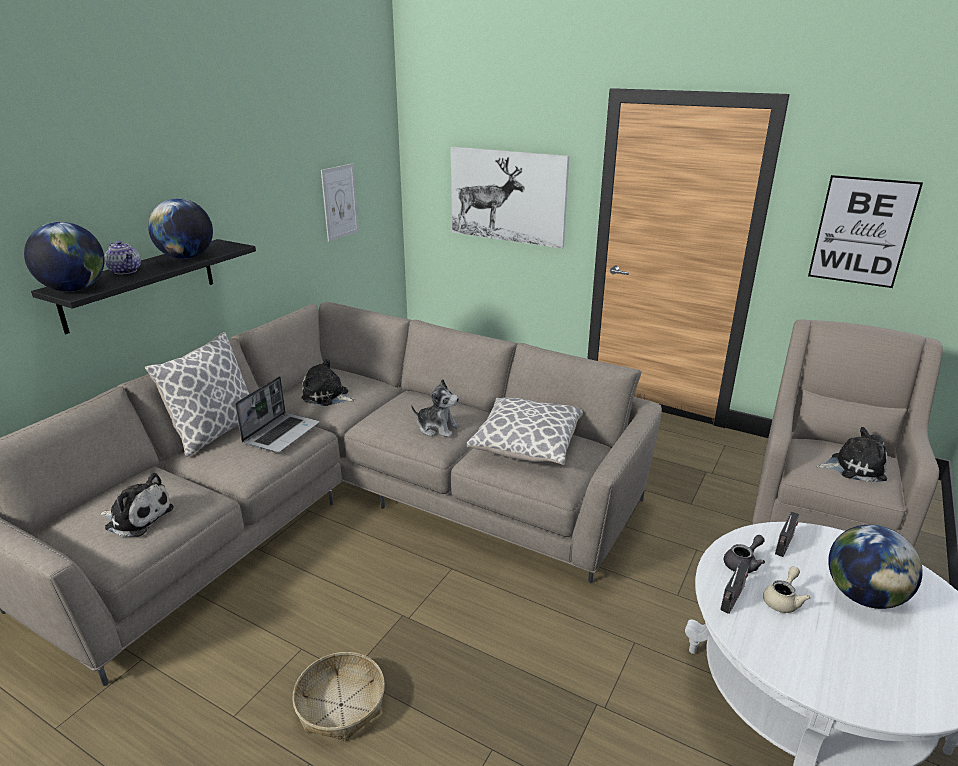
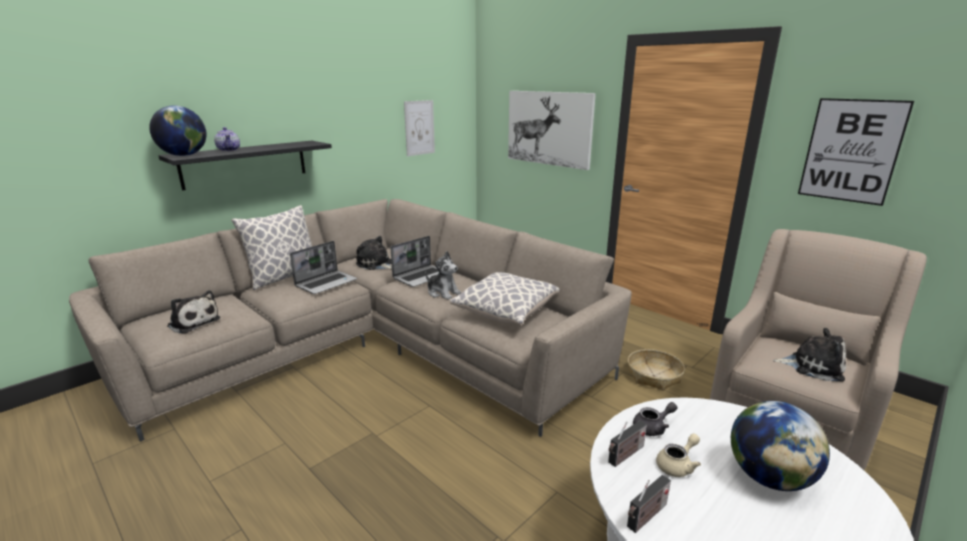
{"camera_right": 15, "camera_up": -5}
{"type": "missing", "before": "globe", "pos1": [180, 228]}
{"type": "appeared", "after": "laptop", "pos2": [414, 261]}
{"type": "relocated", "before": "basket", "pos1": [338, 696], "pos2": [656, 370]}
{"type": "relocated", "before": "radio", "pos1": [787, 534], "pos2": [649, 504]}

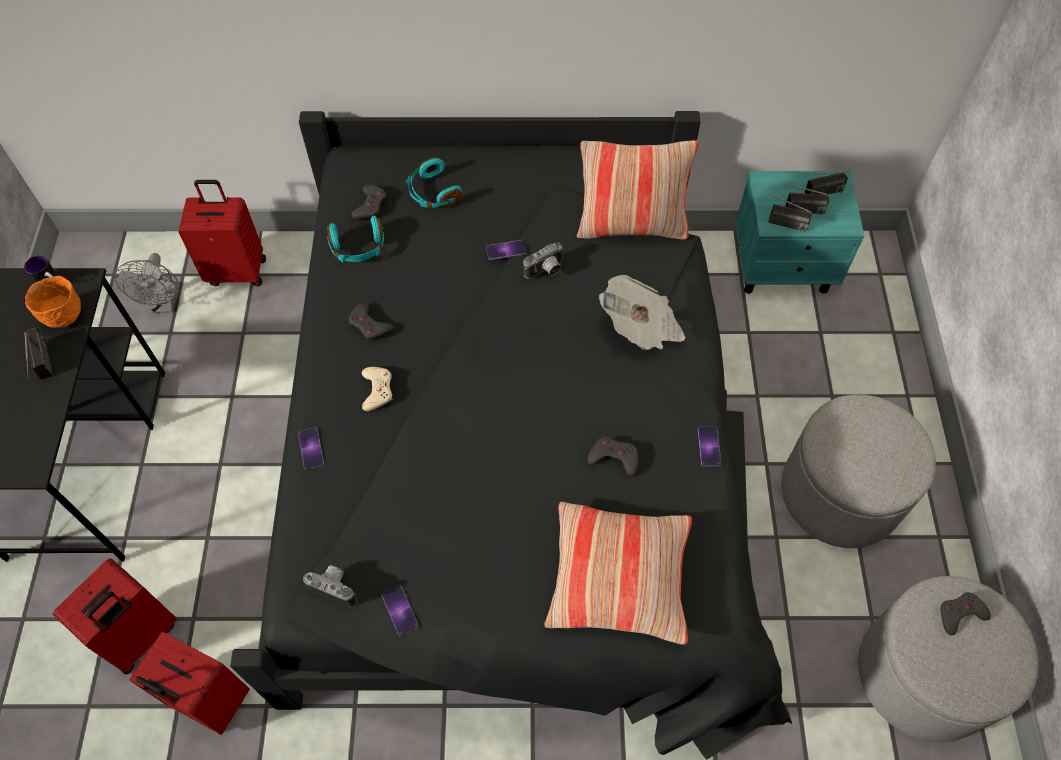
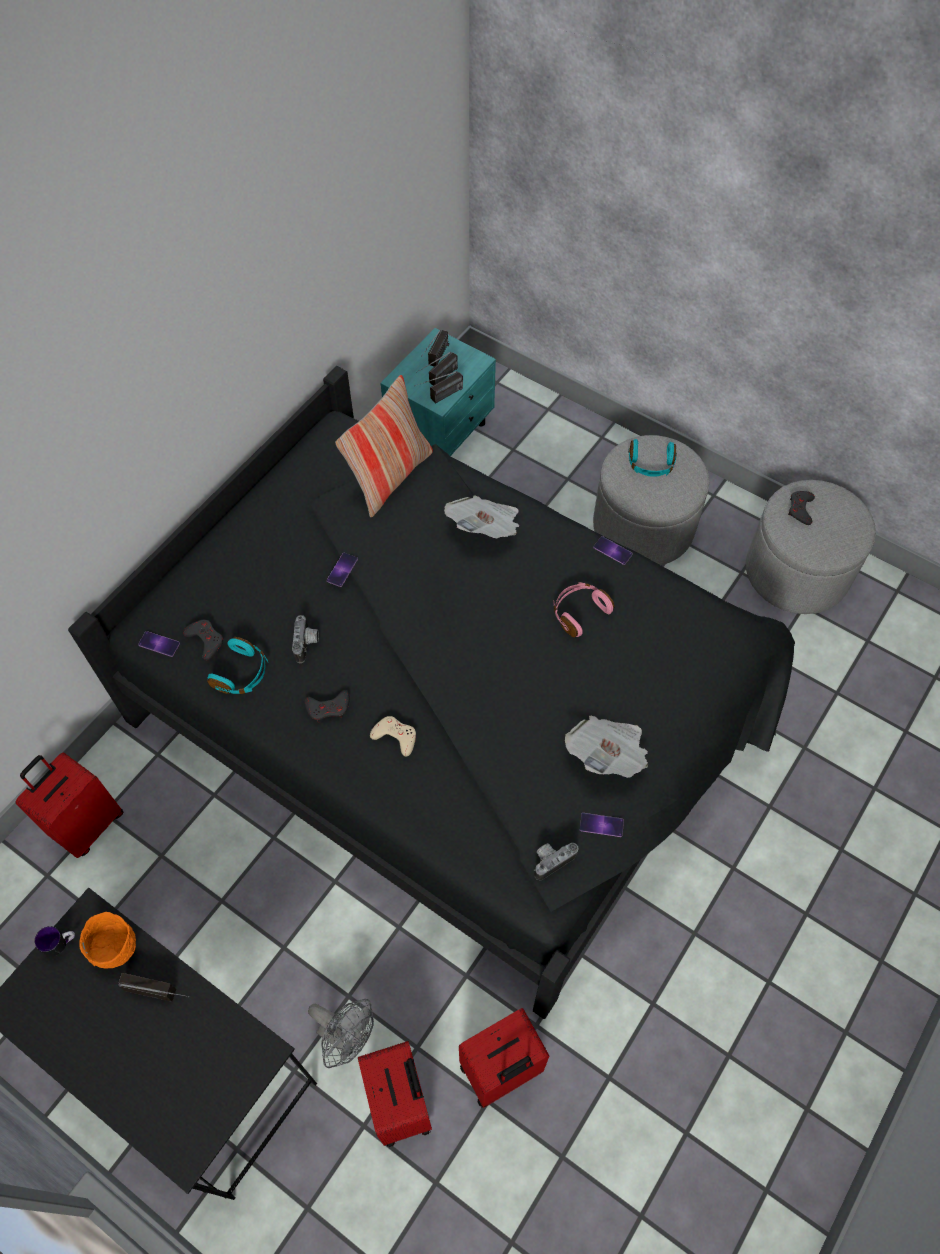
{"camera_right": -55, "camera_up": 0}
{"type": "missing", "before": "pillow", "pos1": [618, 573]}
{"type": "appeared", "after": "newspaper", "pos2": [606, 746]}
{"type": "relocated", "before": "fan (grey)", "pos1": [147, 283], "pos2": [341, 1033]}
{"type": "relocated", "before": "phone", "pos1": [311, 448], "pos2": [159, 644]}
{"type": "relocated", "before": "headphones (turquoise)", "pos1": [434, 182], "pos2": [652, 458]}
{"type": "relocated", "before": "photo camera", "pos1": [543, 261], "pos2": [305, 639]}
{"type": "exchanged", "before": "game controller (grey)", "after": "headphones (pink)", "pos1": [613, 456], "pos2": [584, 609]}

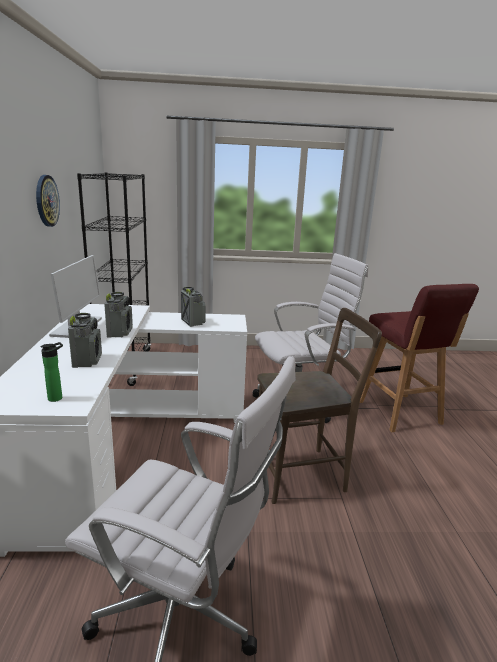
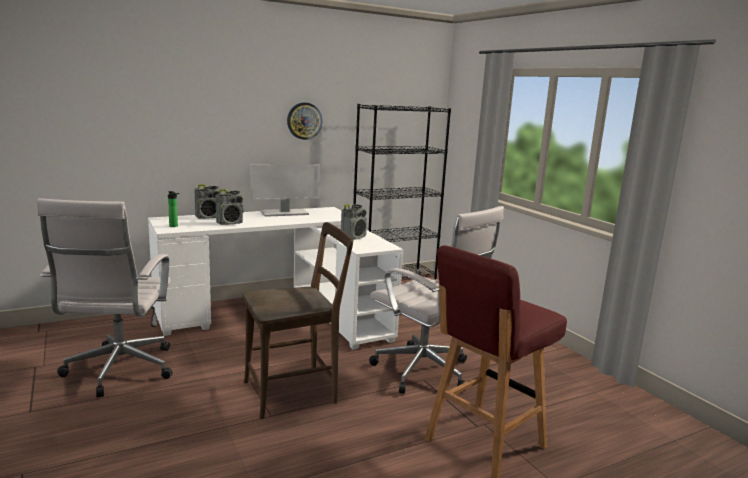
{"camera_right": 65, "camera_up": -5}
{"type": "relocated", "before": "radio", "pos1": [118, 314], "pos2": [206, 201]}
{"type": "spun", "before": "chair (brown)", "pos1": [319, 406], "pos2": [297, 320], "turn": -75}

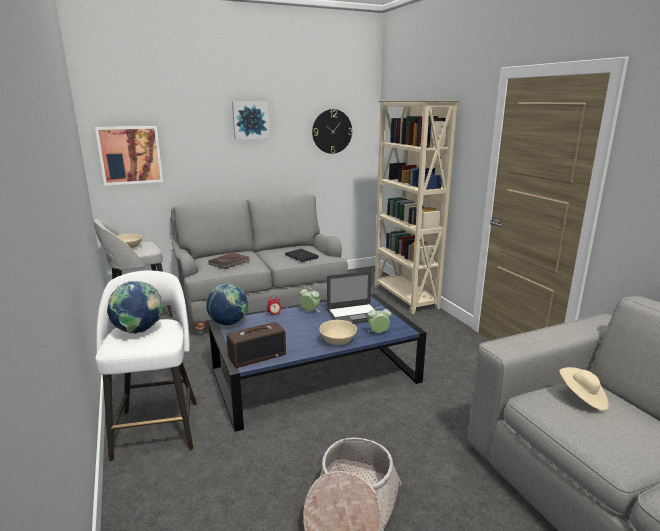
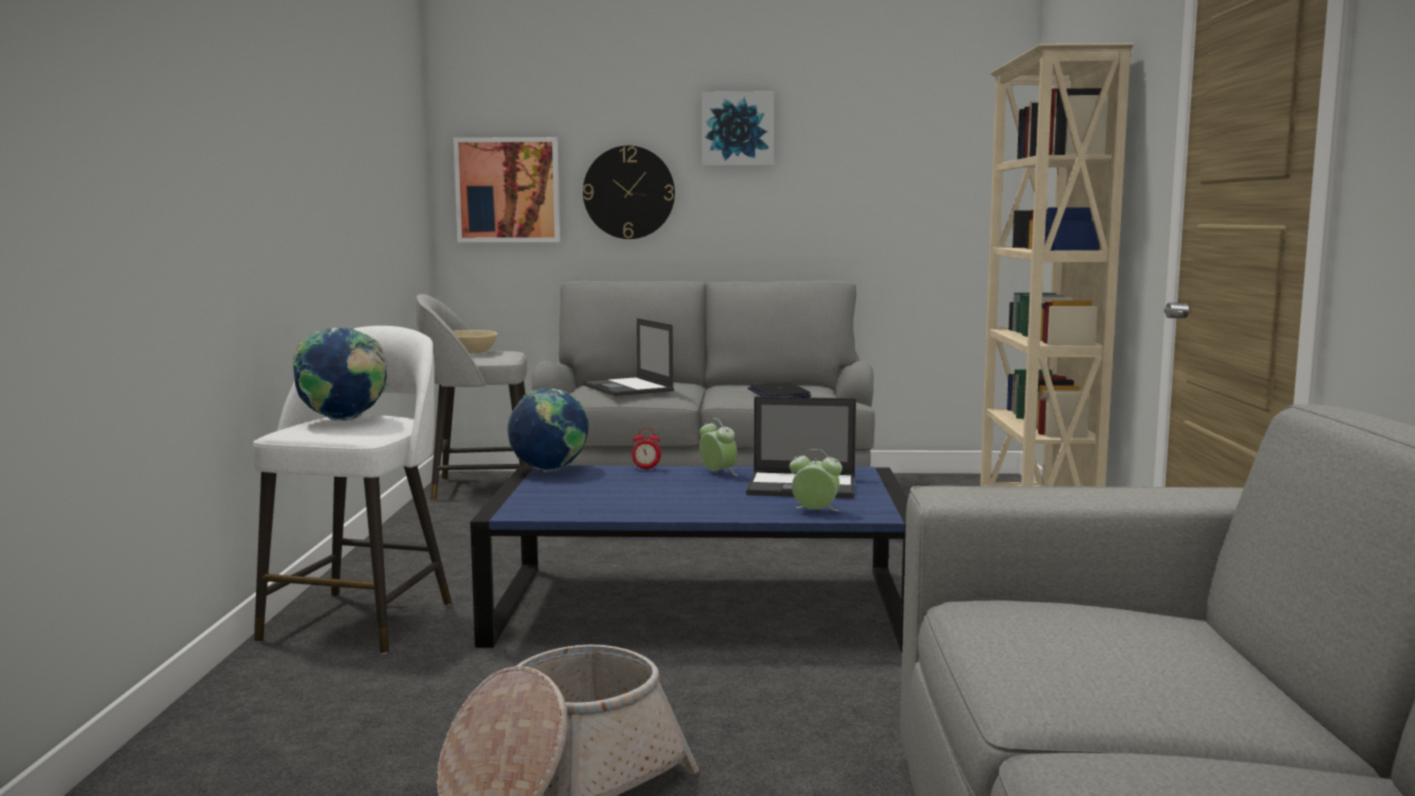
{"camera_right": 25, "camera_up": -10}
{"type": "missing", "before": "radio", "pos1": [256, 345]}
{"type": "missing", "before": "bowl (beige)", "pos1": [338, 332]}
{"type": "missing", "before": "hat (beige)", "pos1": [584, 389]}
{"type": "relocated", "before": "wall clock", "pos1": [332, 131], "pos2": [629, 192]}
{"type": "exchanged", "before": "book (brown)", "after": "laptop", "pos1": [229, 260], "pos2": [628, 357]}

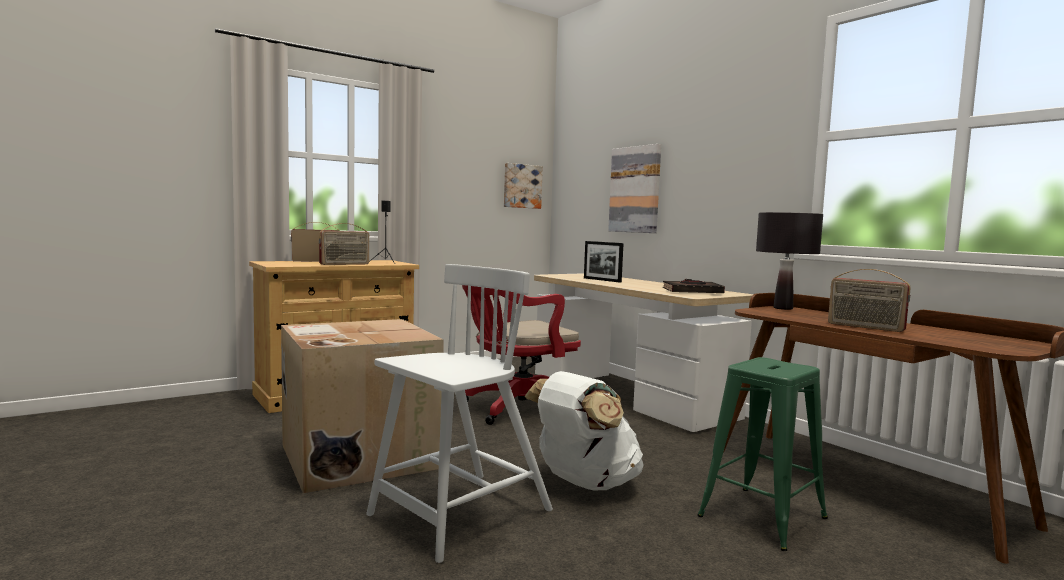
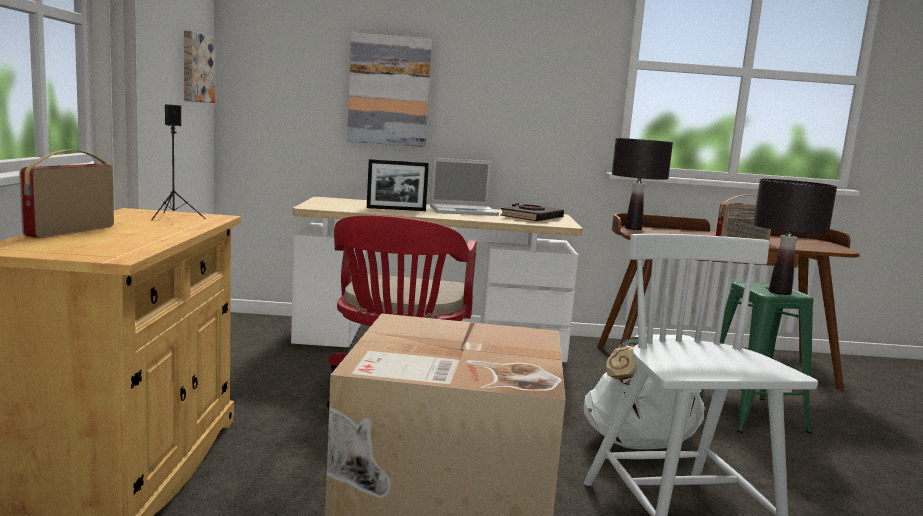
{"camera_right": -55, "camera_up": 5}
{"type": "missing", "before": "radio", "pos1": [344, 244]}
{"type": "appeared", "after": "laptop", "pos2": [464, 187]}
{"type": "appeared", "after": "table lamp (black)", "pos2": [795, 237]}

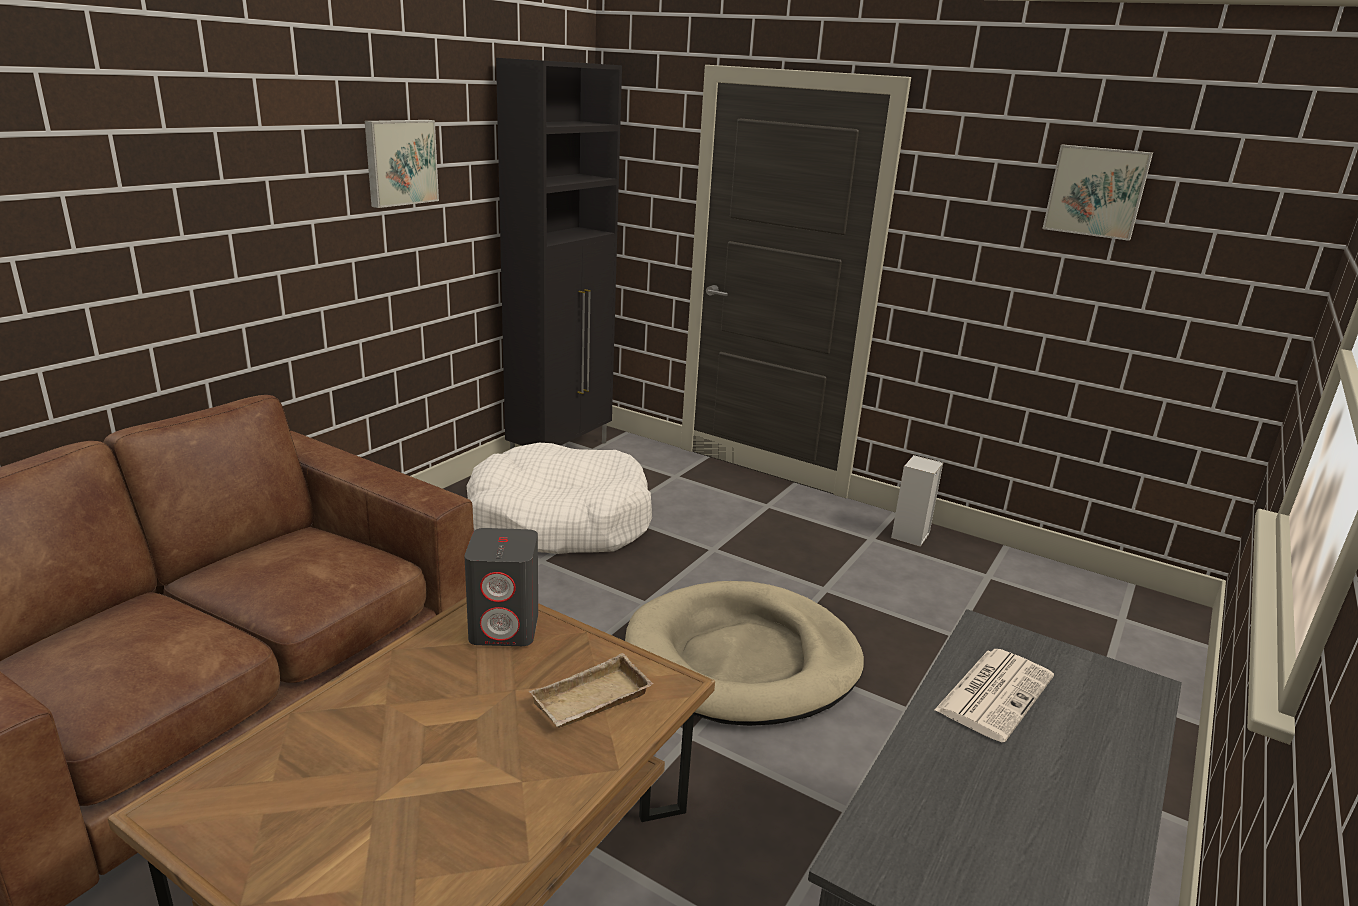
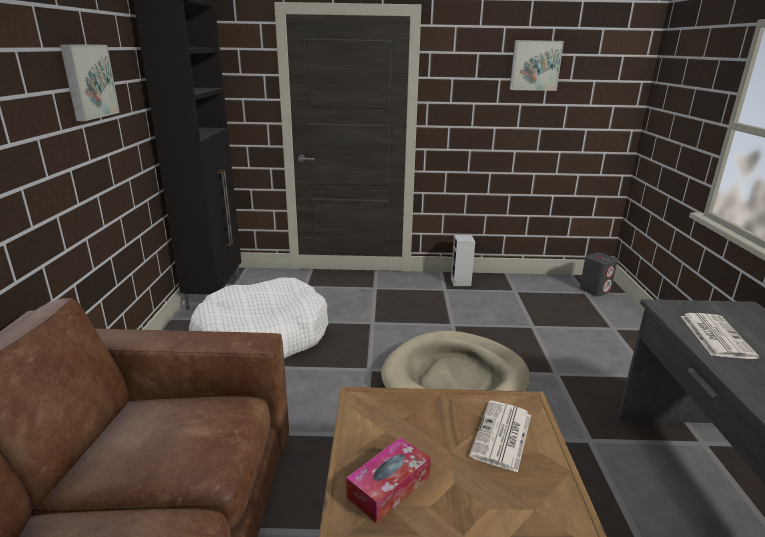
{"camera_right": -30, "camera_up": 0}
{"type": "appeared", "after": "tissue box", "pos2": [388, 480]}
{"type": "relocated", "before": "speaker (grey)", "pos1": [501, 587], "pos2": [598, 274]}
{"type": "exchanged", "before": "tray (beige)", "after": "newspaper", "pos1": [591, 690], "pos2": [500, 437]}

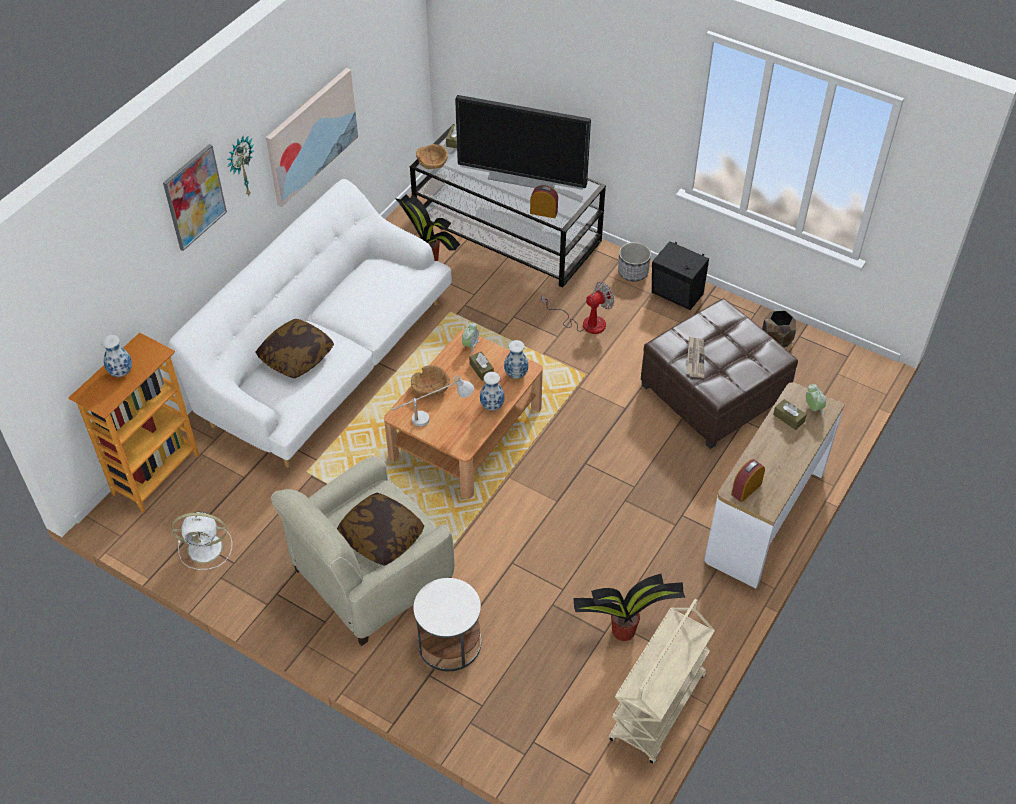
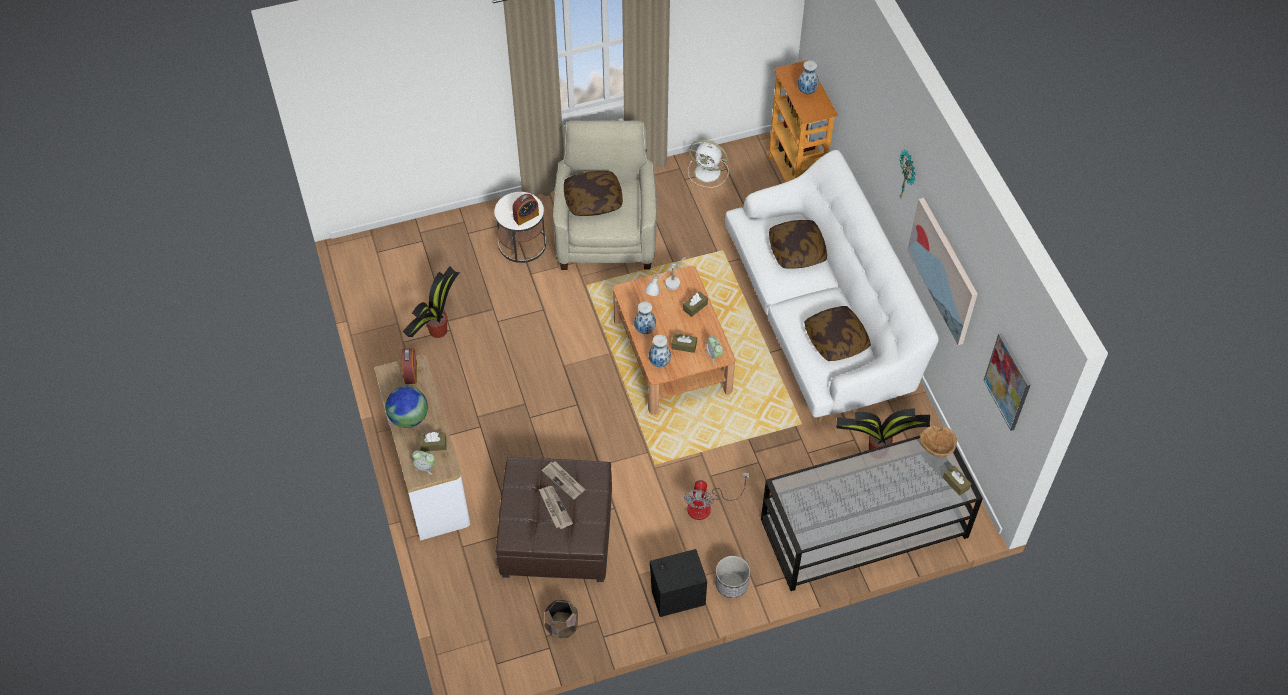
{"camera_right": 130, "camera_up": 5}
{"type": "missing", "before": "television", "pos1": [523, 142]}
{"type": "missing", "before": "cart (beige)", "pos1": [662, 681]}
{"type": "appeared", "after": "globe", "pos2": [406, 407]}
{"type": "appeared", "after": "newspaper", "pos2": [556, 507]}
{"type": "appeared", "after": "pillow", "pos2": [837, 333]}
{"type": "relocated", "before": "picture", "pos1": [195, 197], "pos2": [1007, 382]}
{"type": "relocated", "before": "alarm clock", "pos1": [544, 201], "pos2": [525, 209]}
{"type": "exchanged", "before": "bowl (brown)", "after": "tissue box (brown)", "pos1": [430, 381], "pos2": [695, 304]}
{"type": "spun", "before": "fan (white)", "pos1": [202, 540], "pos2": [708, 164], "turn": -105}

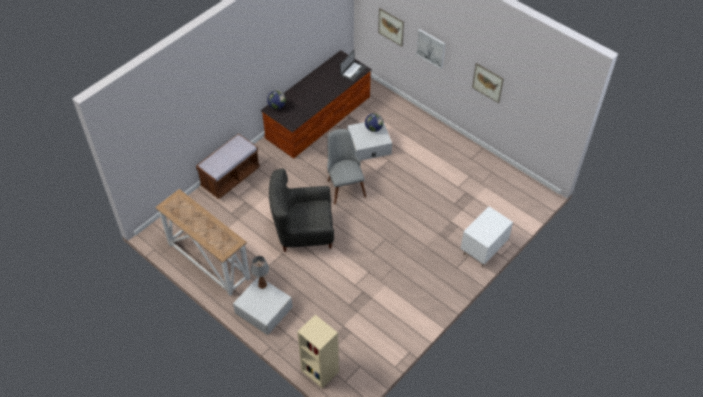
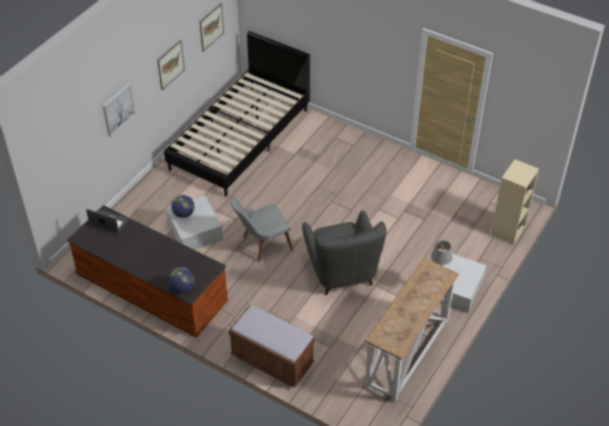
{"camera_right": -100, "camera_up": -5}
{"type": "missing", "before": "nightstand (white)", "pos1": [487, 237]}
{"type": "appeared", "after": "bed (black)", "pos2": [237, 114]}
{"type": "relocated", "before": "picture", "pos1": [391, 27], "pos2": [212, 27]}

